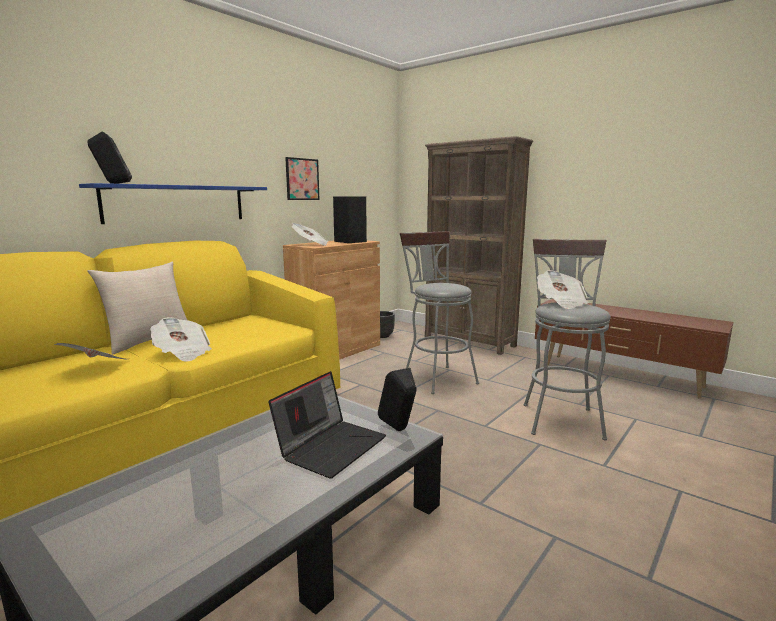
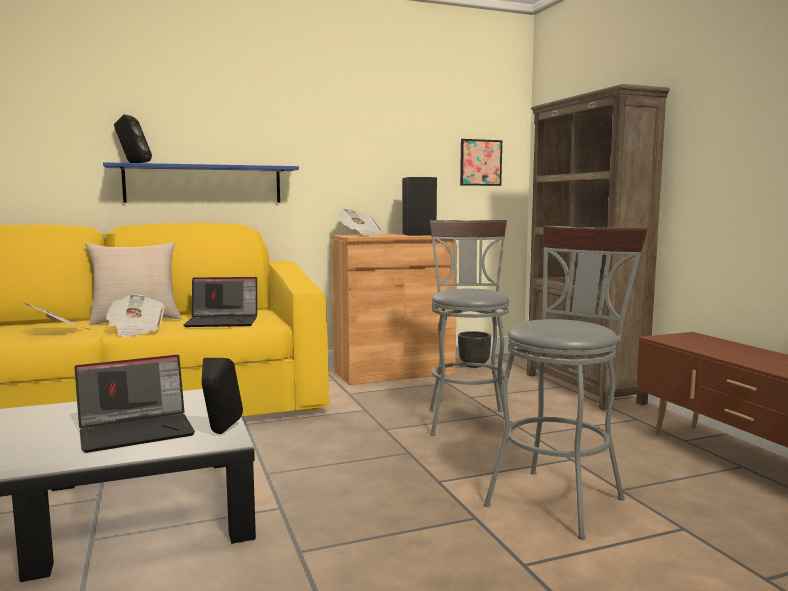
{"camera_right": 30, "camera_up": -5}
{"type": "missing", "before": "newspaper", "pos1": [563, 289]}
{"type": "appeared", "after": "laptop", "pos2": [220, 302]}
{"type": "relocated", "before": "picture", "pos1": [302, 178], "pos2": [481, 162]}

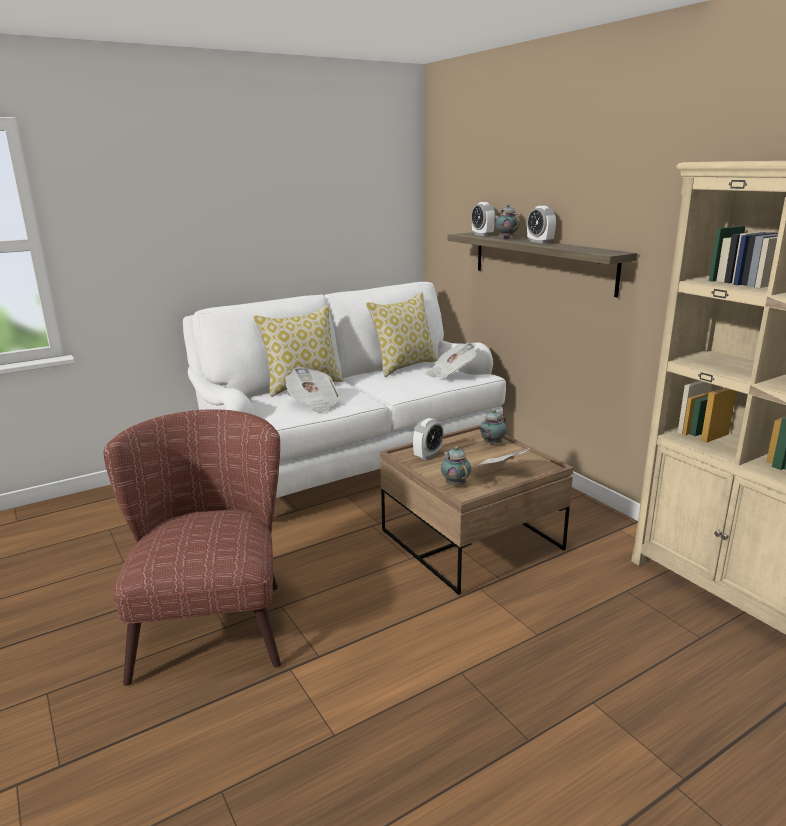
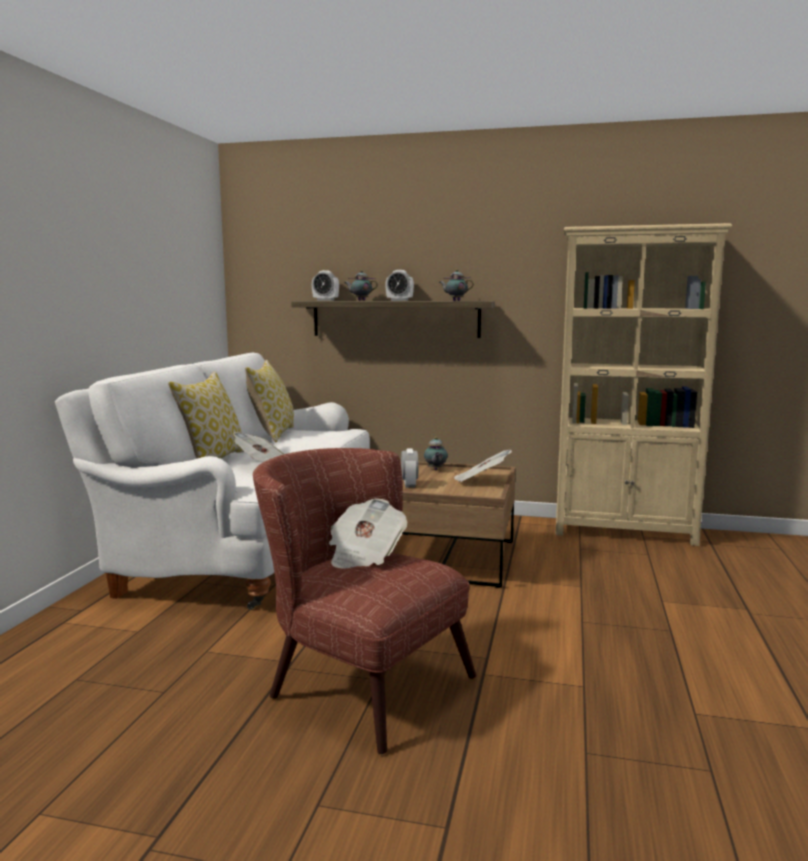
{"camera_right": -45, "camera_up": -10}
{"type": "relocated", "before": "newspaper", "pos1": [451, 360], "pos2": [367, 533]}
{"type": "relocated", "before": "teapot", "pos1": [456, 466], "pos2": [456, 285]}

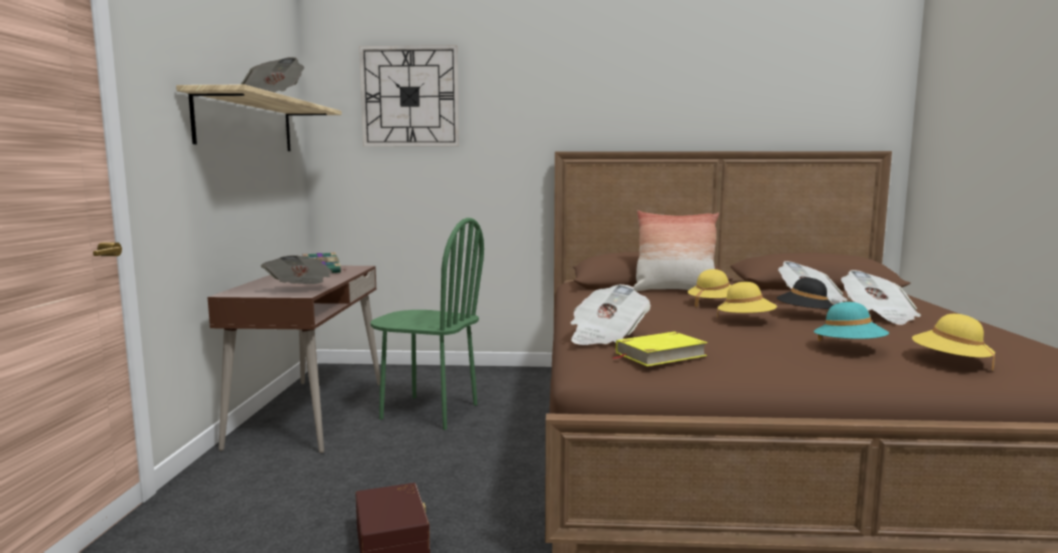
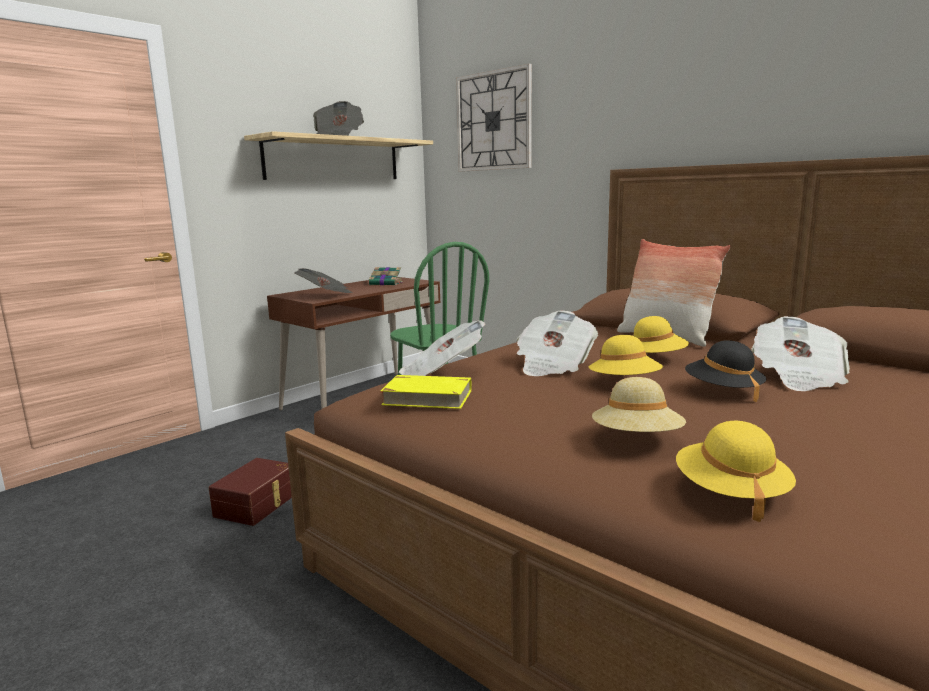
{"camera_right": 40, "camera_up": 5}
{"type": "relocated", "before": "newspaper", "pos1": [881, 297], "pos2": [557, 343]}
{"type": "colour", "before": "hat (turquoise)", "after": "hat (beige)", "pos1": [851, 321], "pos2": [639, 404]}

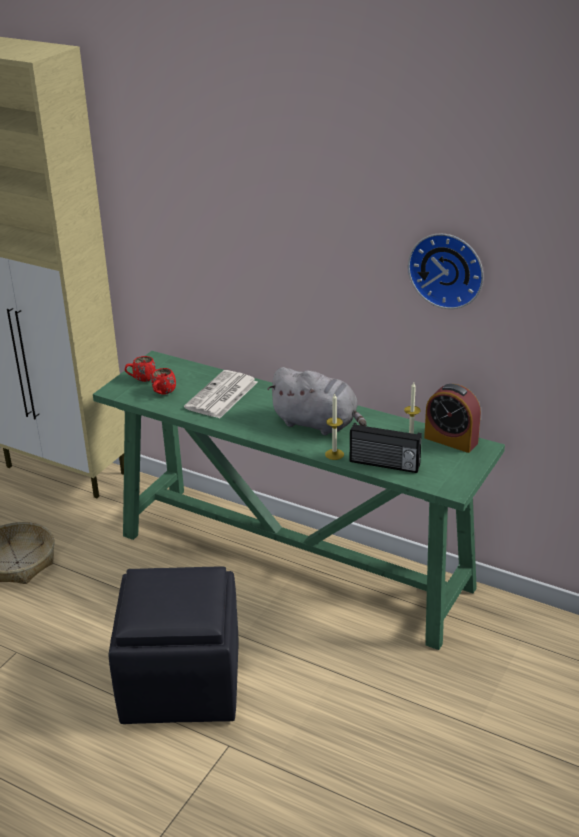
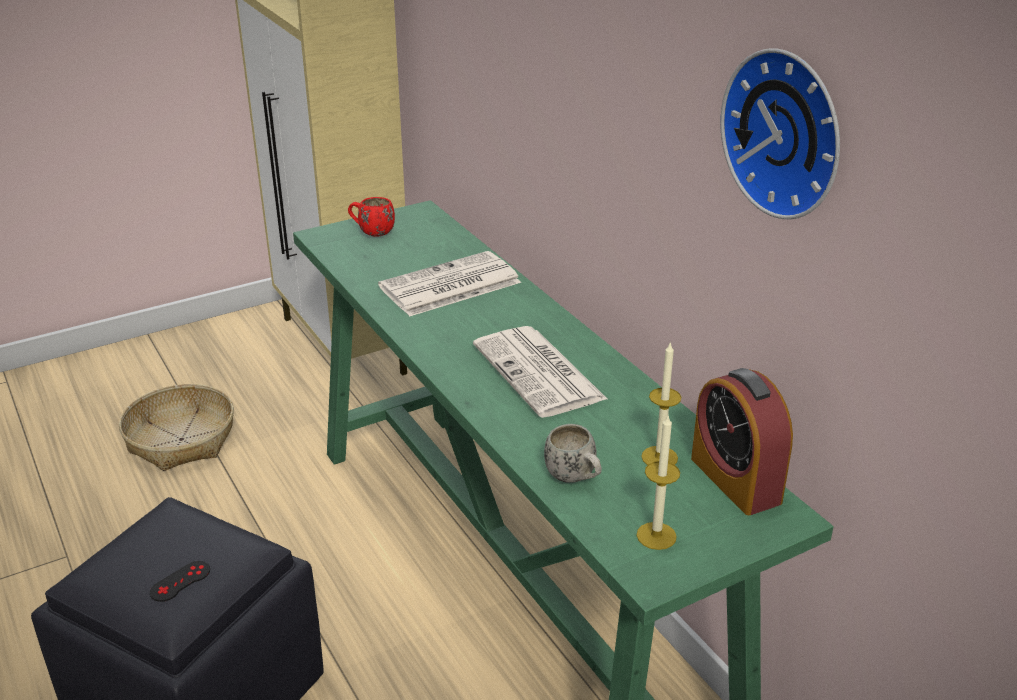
{"camera_right": 30, "camera_up": 0}
{"type": "missing", "before": "mug (red)", "pos1": [163, 381]}
{"type": "appeared", "after": "game controller (black)", "pos2": [180, 581]}
{"type": "relocated", "before": "candle", "pos1": [334, 427], "pos2": [658, 483]}
{"type": "exchanged", "before": "plush toy (grey)", "after": "newspaper", "pos1": [317, 401], "pos2": [540, 372]}
{"type": "exchanged", "before": "radio", "after": "mug (white)", "pos1": [386, 448], "pos2": [573, 453]}

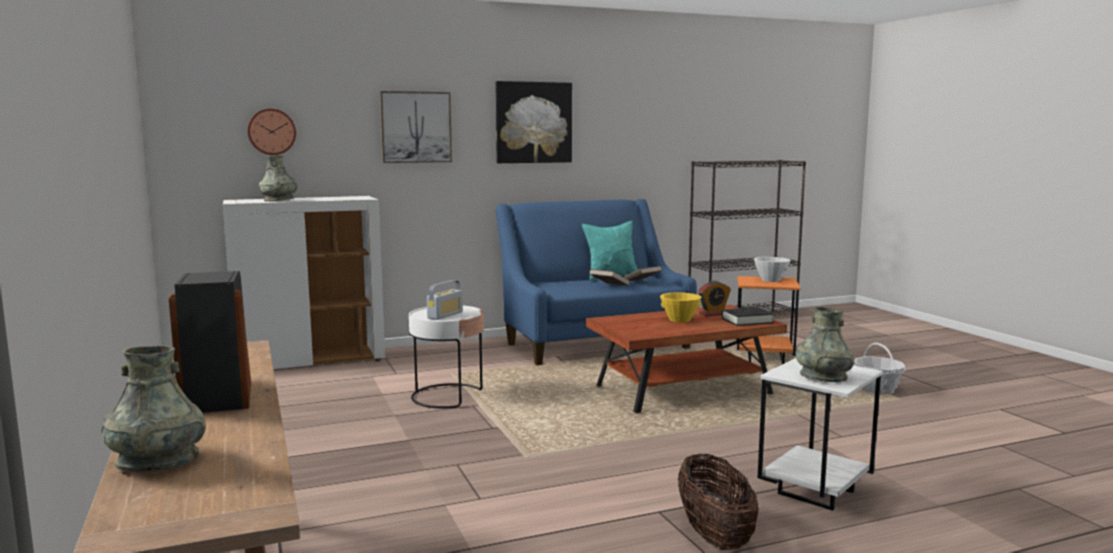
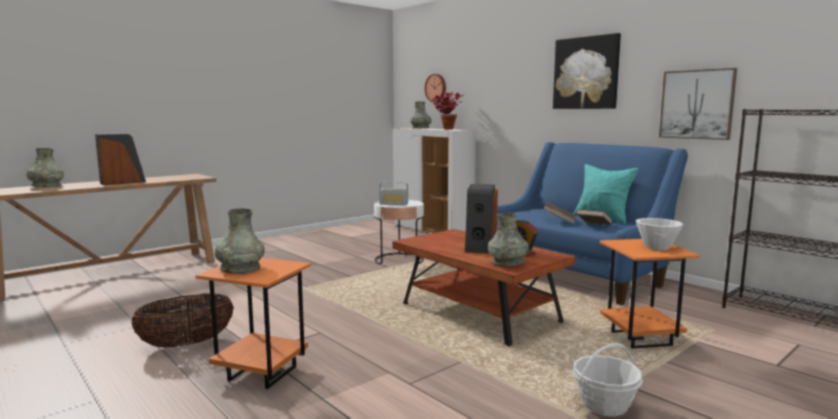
{"camera_right": 70, "camera_up": 0}
{"type": "appeared", "after": "potted plant", "pos2": [448, 111]}
{"type": "relocated", "before": "picture", "pos1": [416, 127], "pos2": [698, 104]}
{"type": "exchanged", "before": "bowl (yellow)", "after": "speaker", "pos1": [680, 307], "pos2": [481, 219]}
{"type": "exchanged", "before": "book (black)", "after": "vase (grey)", "pos1": [748, 316], "pos2": [508, 239]}
{"type": "colour", "before": "side table (white)", "after": "side table (orange)", "pos1": [820, 434], "pos2": [253, 323]}

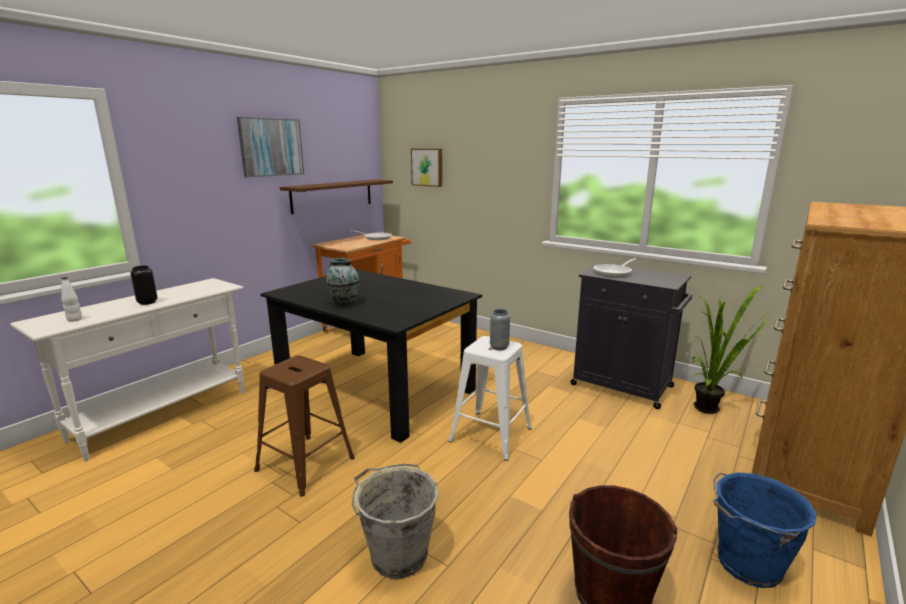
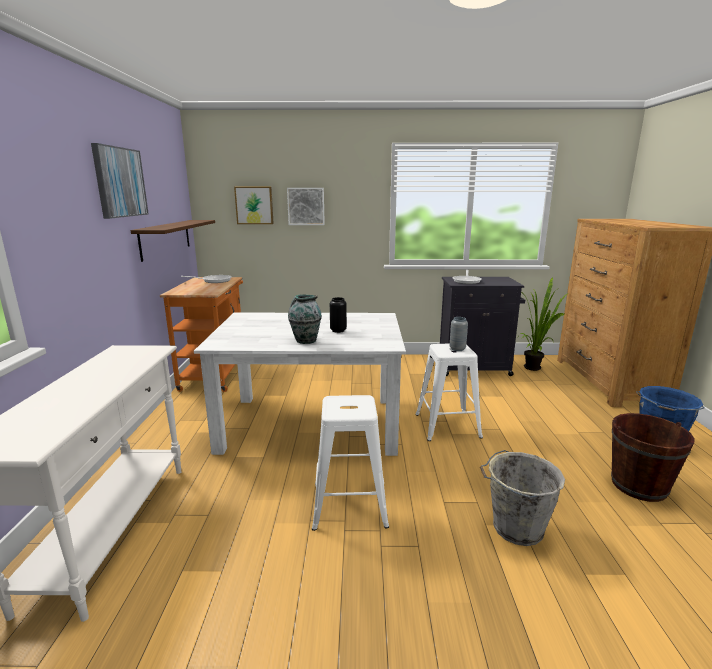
{"camera_right": -35, "camera_up": 0}
{"type": "missing", "before": "bottle (white)", "pos1": [71, 299]}
{"type": "appeared", "after": "picture", "pos2": [306, 206]}
{"type": "relocated", "before": "vase (black)", "pos1": [143, 285], "pos2": [338, 315]}
{"type": "colour", "before": "stool (brown)", "after": "stool (white)", "pos1": [304, 426], "pos2": [350, 463]}
{"type": "colour", "before": "dining table (black)", "after": "dining table (white)", "pos1": [371, 356], "pos2": [300, 384]}

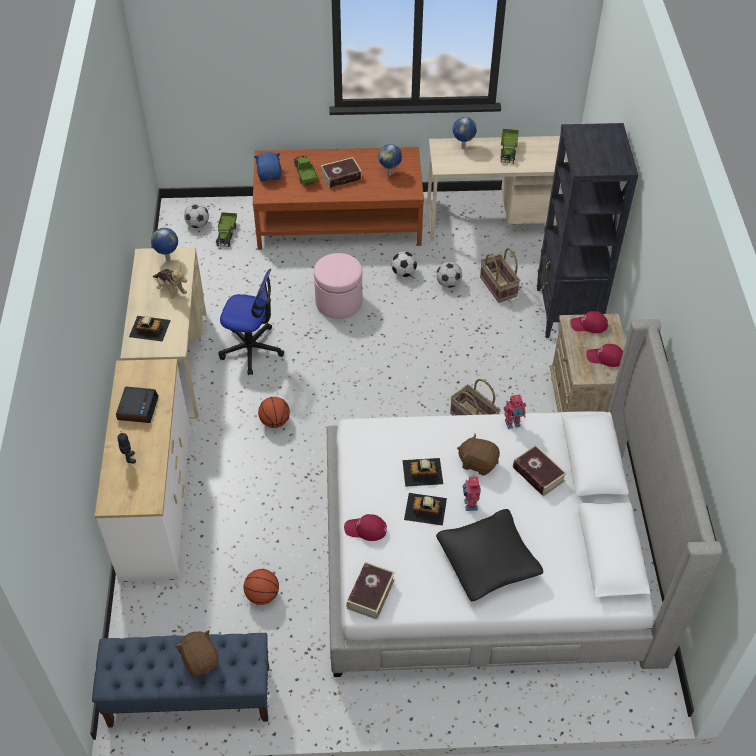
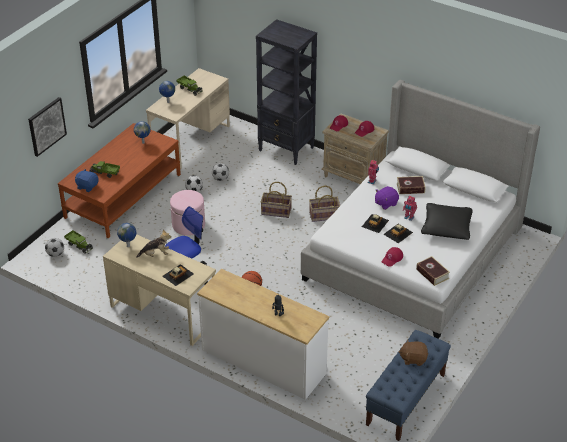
{"camera_right": -55, "camera_up": -10}
{"type": "missing", "before": "alarm clock", "pos1": [137, 405]}
{"type": "missing", "before": "basketball", "pos1": [261, 587]}
{"type": "missing", "before": "book", "pos1": [341, 172]}
{"type": "appeared", "after": "picture", "pos2": [47, 127]}
{"type": "relocated", "before": "basket", "pos1": [500, 275], "pos2": [276, 200]}
{"type": "colour", "before": "plush toy (brown)", "after": "plush toy (purple)", "pos1": [478, 454], "pos2": [387, 198]}

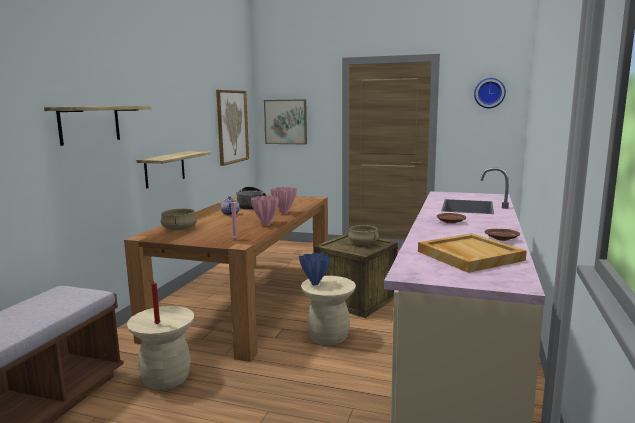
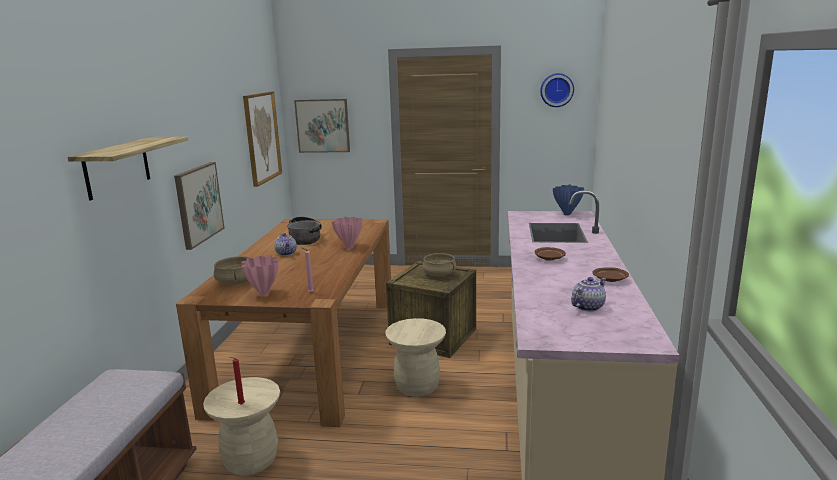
{"camera_right": -10, "camera_up": 5}
{"type": "relocated", "before": "vase (pink)", "pos1": [265, 210], "pos2": [259, 275]}
{"type": "relocated", "before": "vase (blue)", "pos1": [315, 268], "pos2": [568, 200]}
{"type": "exchanged", "before": "shelf", "after": "picture", "pos1": [173, 170], "pos2": [199, 206]}
{"type": "exchanged", "before": "tray (beige)", "after": "teapot", "pos1": [472, 253], "pos2": [588, 294]}

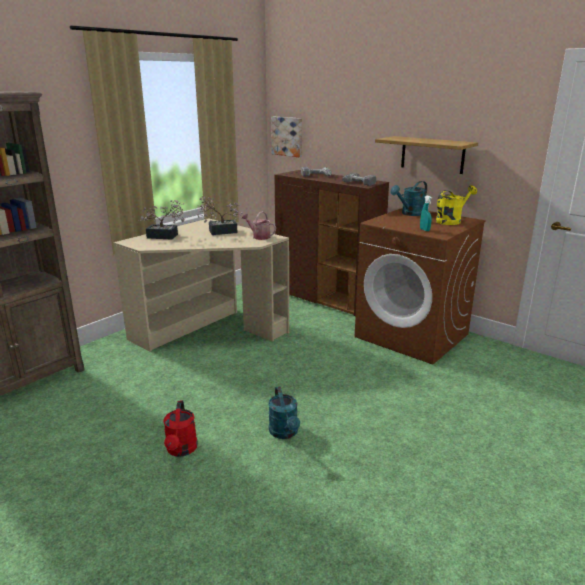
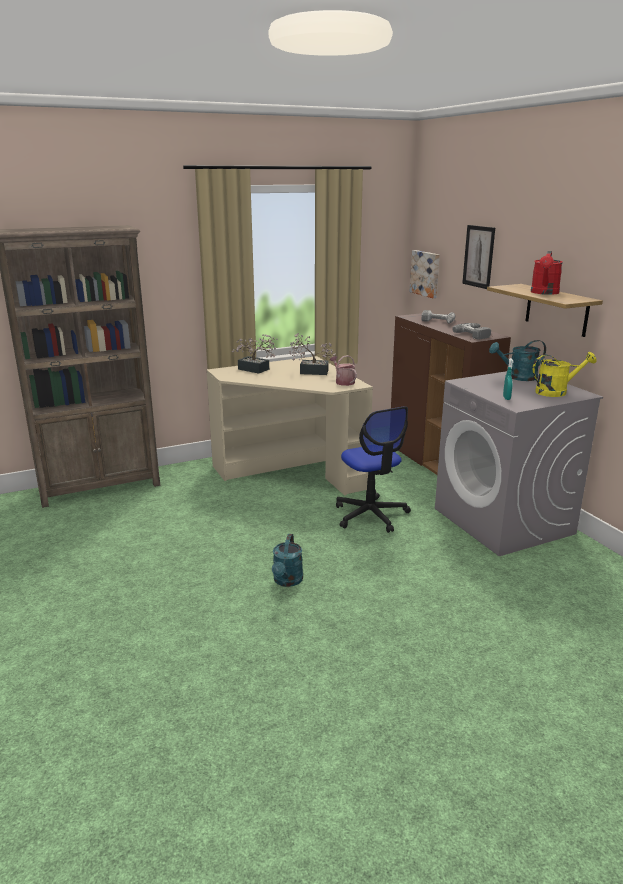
{"camera_right": 25, "camera_up": 0}
{"type": "appeared", "after": "office chair", "pos2": [373, 469]}
{"type": "appeared", "after": "picture", "pos2": [478, 257]}
{"type": "relocated", "before": "watering can (red)", "pos1": [180, 429], "pos2": [547, 273]}
{"type": "colour", "before": "washing machine (brown)", "after": "washing machine (grey)", "pos1": [420, 286], "pos2": [519, 463]}

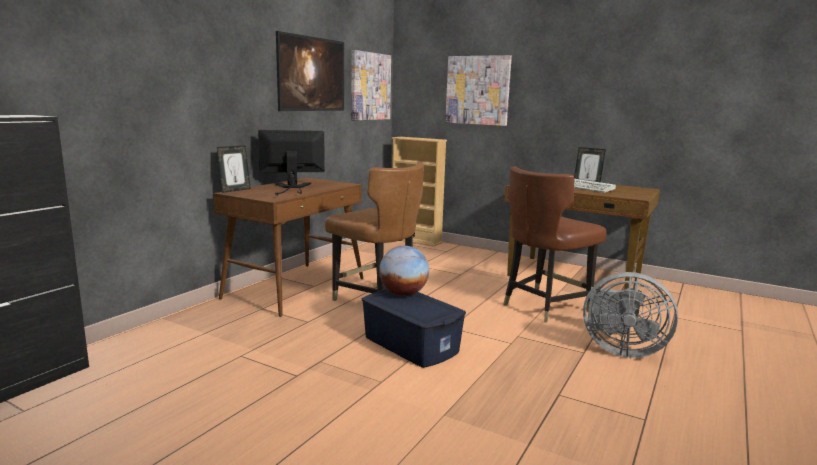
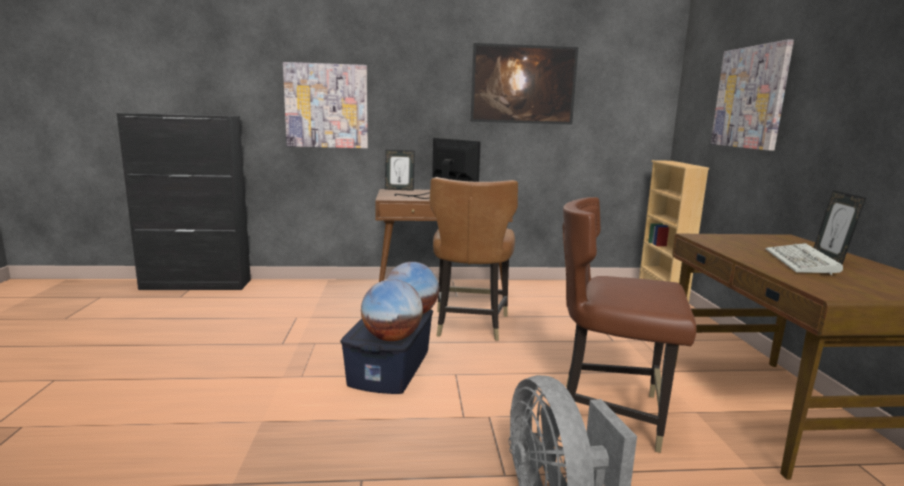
{"camera_right": 55, "camera_up": 0}
{"type": "appeared", "after": "globe", "pos2": [392, 310]}
{"type": "relocated", "before": "picture", "pos1": [371, 85], "pos2": [325, 105]}

